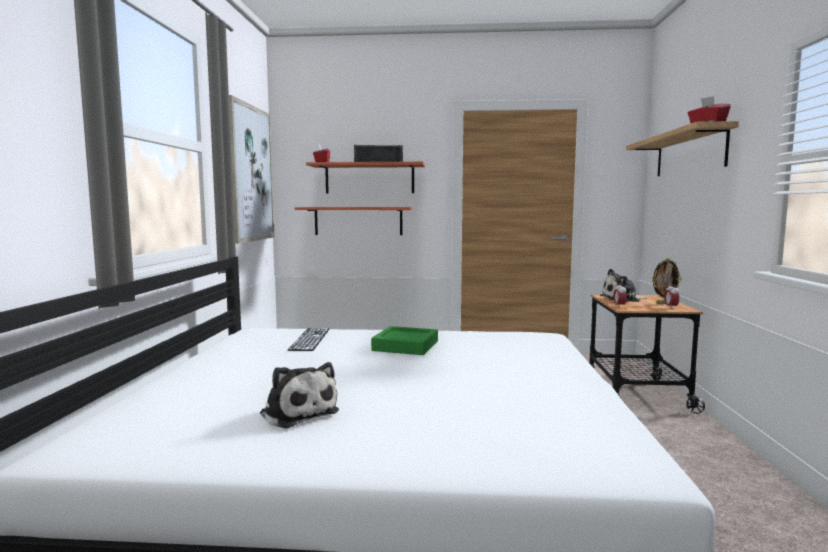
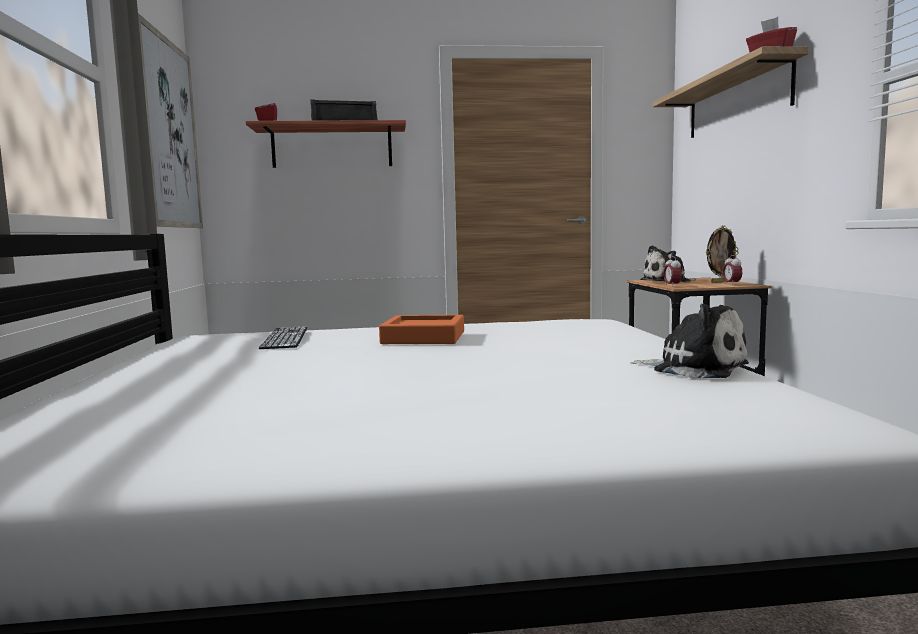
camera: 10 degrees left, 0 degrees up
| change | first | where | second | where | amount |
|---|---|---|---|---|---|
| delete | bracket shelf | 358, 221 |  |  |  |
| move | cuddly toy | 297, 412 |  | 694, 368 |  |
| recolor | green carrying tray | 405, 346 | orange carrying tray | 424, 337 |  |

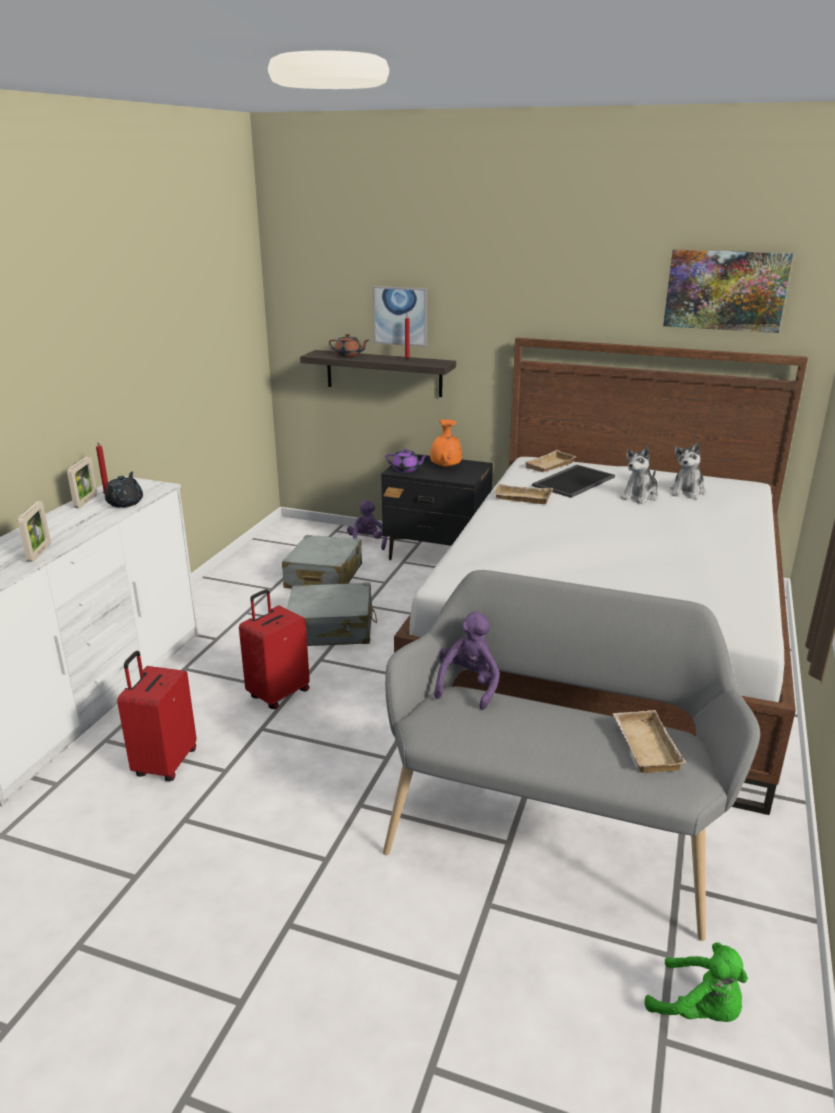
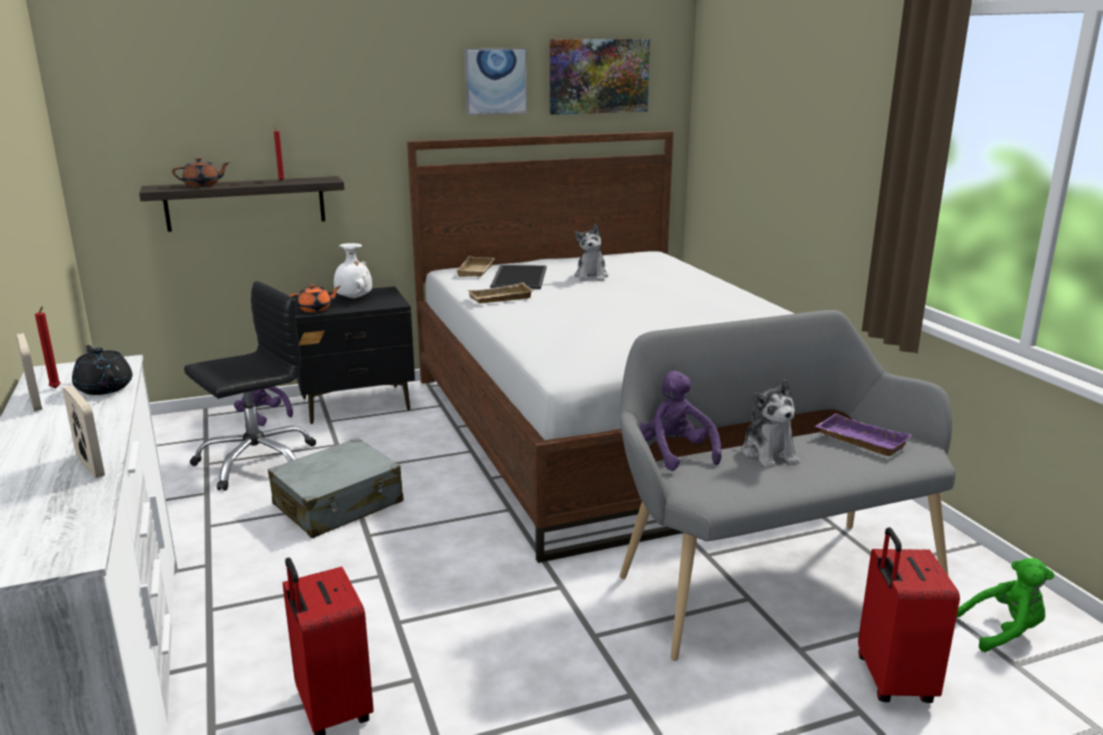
camera: 40 degrees left, 5 degrees down
| change | first | where | second | where | amount |
|---|---|---|---|---|---|
| move | red-coloured travel case | 278, 694 |  | 892, 681 |  |
| move | wall picture | 400, 316 |  | 495, 81 |  |
| move | cuddly toy | 687, 491 |  | 769, 454 |  |
| replace | grey travel case | 323, 577 | black-coloured desk chair | 257, 461 |  |
| recolor | purple tea pot | 406, 469 | orange tea pot | 315, 309 |  |
| recolor | orange vase | 445, 467 | white vase | 353, 298 |  |
| recolor | beige carrying tray | 643, 746 | purple carrying tray | 859, 441 |  |

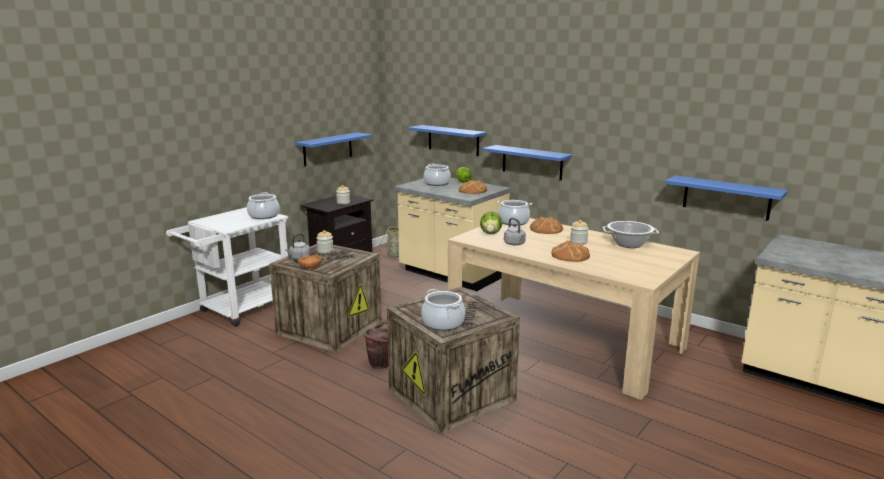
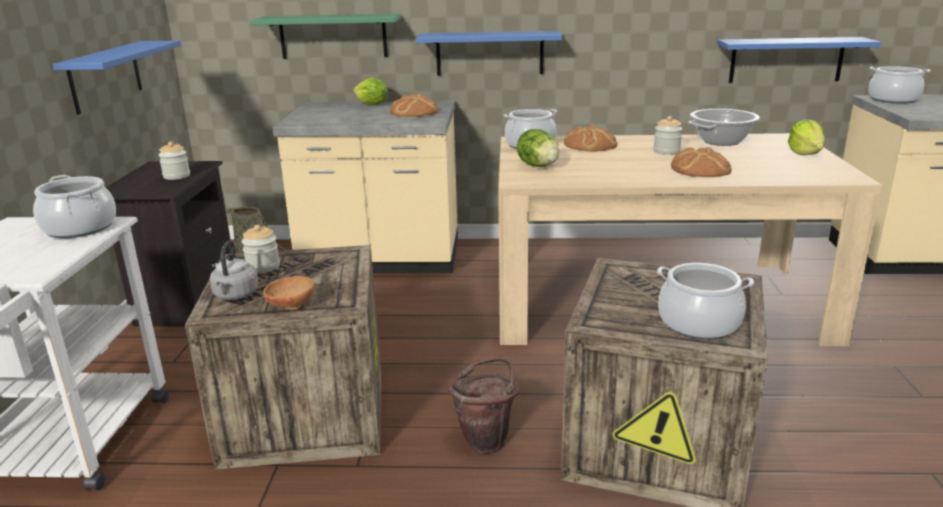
camera: 35 degrees left, 5 degrees up
| change | first | where | second | where | amount |
|---|---|---|---|---|---|
| delete | grey kettle | 515, 244 |  |  |  |
| insert |  |  | lettuce | 805, 154 |  |
| move | cooking pot | 437, 183 |  | 893, 100 |  |
| recolor | blue bracket shelf | 453, 140 | green bracket shelf | 333, 36 |  |

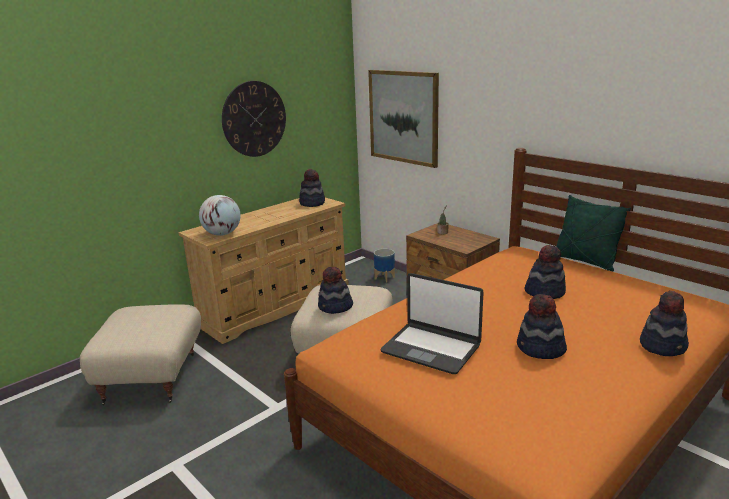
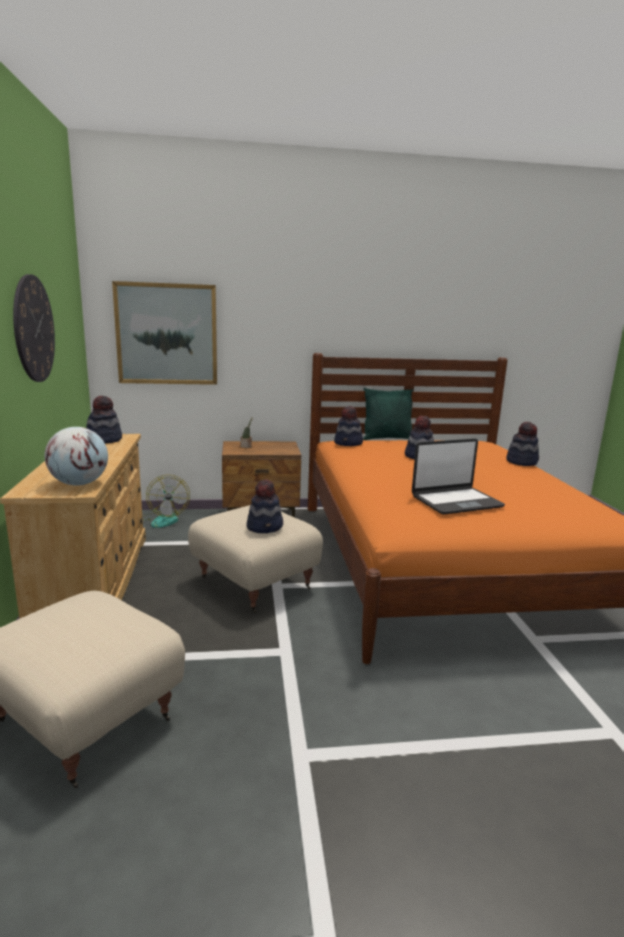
camera: 55 degrees left, 5 degrees down
| change | first | where | second | where | amount |
|---|---|---|---|---|---|
| move | hat | 540, 349 |  | 348, 443 |  |
| replace | planter | 384, 278 | fan | 164, 519 |  |

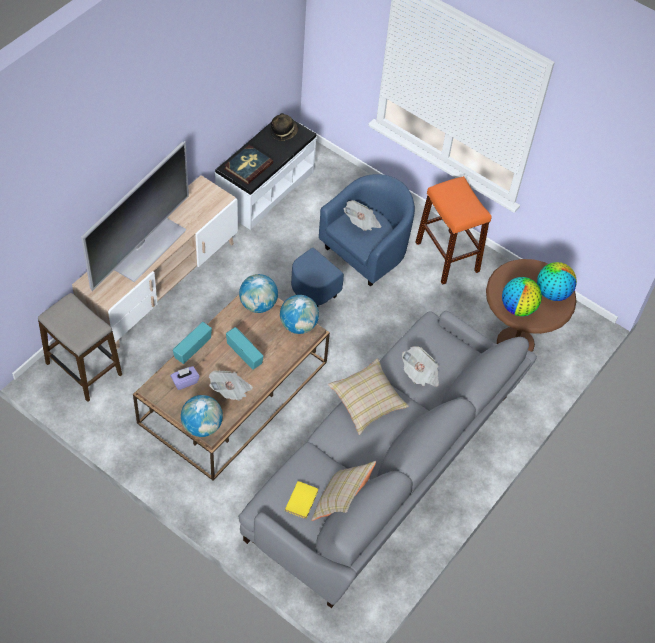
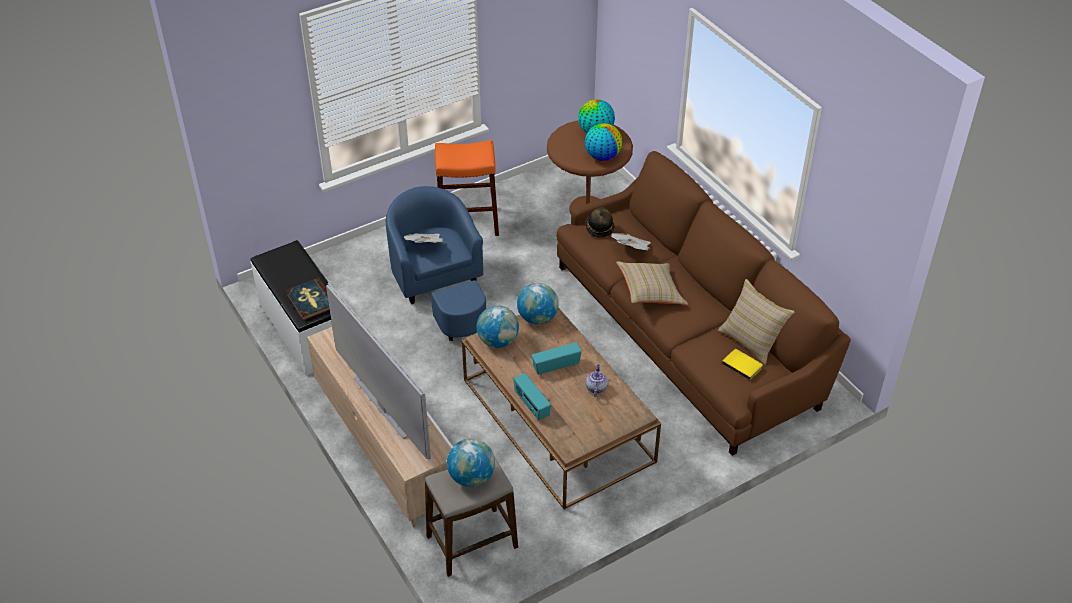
camera: 65 degrees left, 10 degrees down
| change | first | where | second | where | amount |
|---|---|---|---|---|---|
| delete | purple tissue holder | 185, 381 |  |  |  |
| move | world globe | 202, 426 |  | 471, 477 |  |
| move | hat | 283, 132 |  | 599, 228 |  |
| replace | newspaper | 231, 391 | tea pot | 596, 388 |  |
| recolor | grey sofa | 384, 469 | brown-coloured sofa | 687, 333 |  |

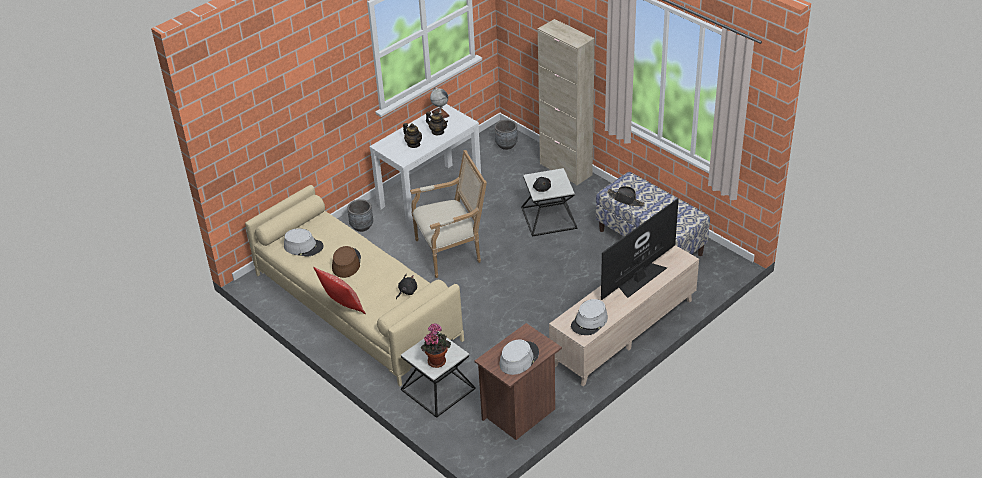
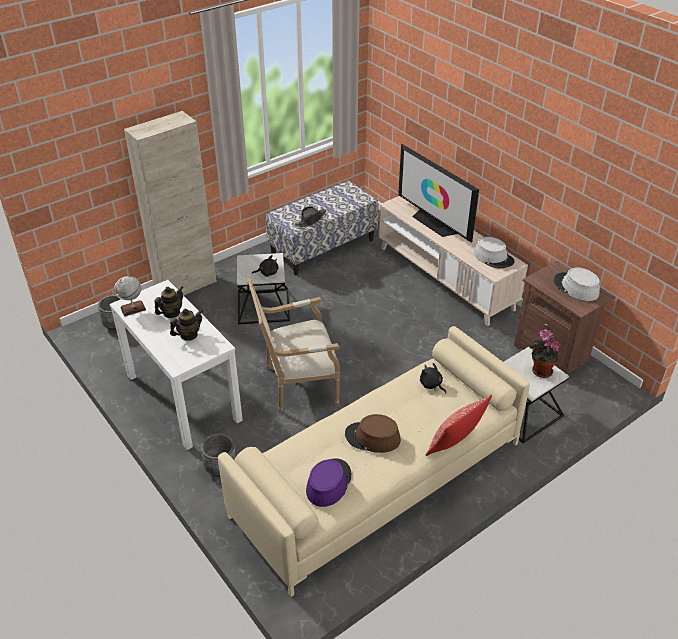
camera: 85 degrees left, 0 degrees up
| change | first | where | second | where | amount |
|---|---|---|---|---|---|
| recolor | grey hat | 303, 246 | purple hat | 328, 483 |  |
| rotate | armchair | 452, 251 |  | 297, 385 | 90 degrees counterclockwise |

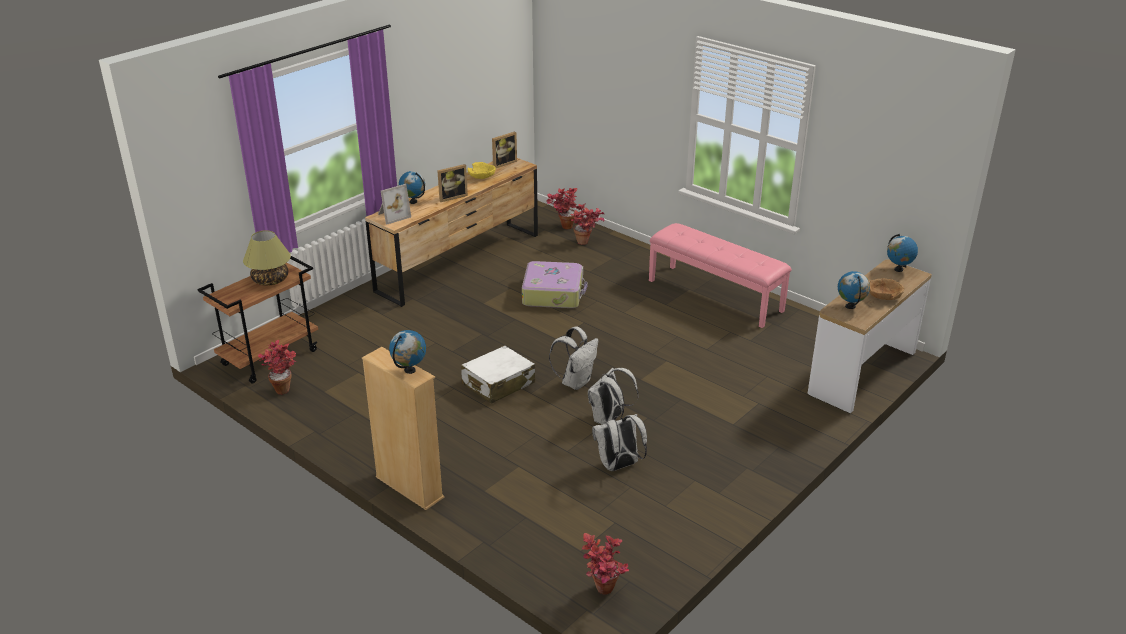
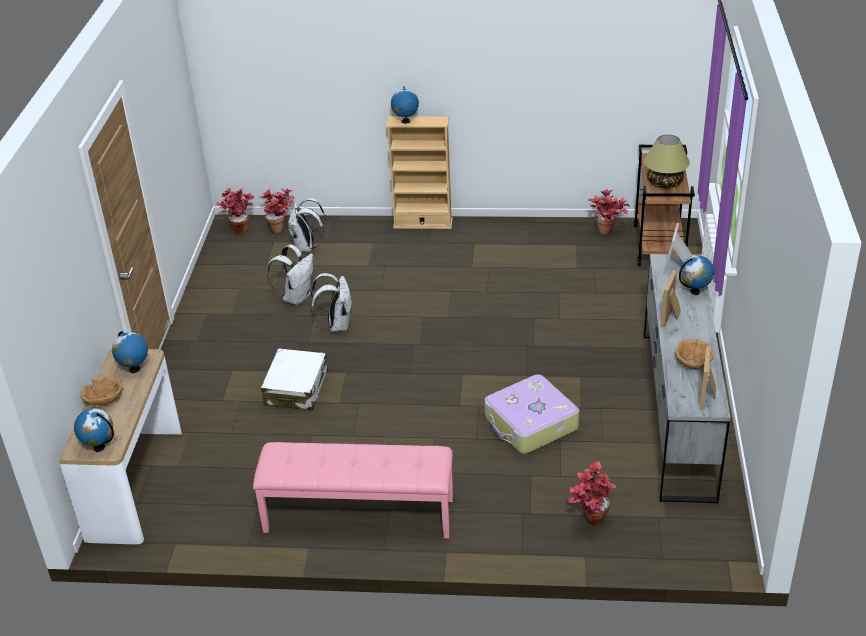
camera: 145 degrees right, 5 degrees up
| change | first | where | second | where | amount |
|---|---|---|---|---|---|
| move | white travel case | 498, 384 |  | 296, 388 |  |
| move | plant in a pot | 562, 226 |  | 281, 229 |  |
| move | white rucksack | 576, 382 |  | 306, 247 |  |
| recolor | brown-coloured dresser | 459, 262 | grey dresser | 677, 412 |  |
| recolor | yellowish serving bowl | 482, 176 | brown-coloured serving bowl | 693, 361 |  |

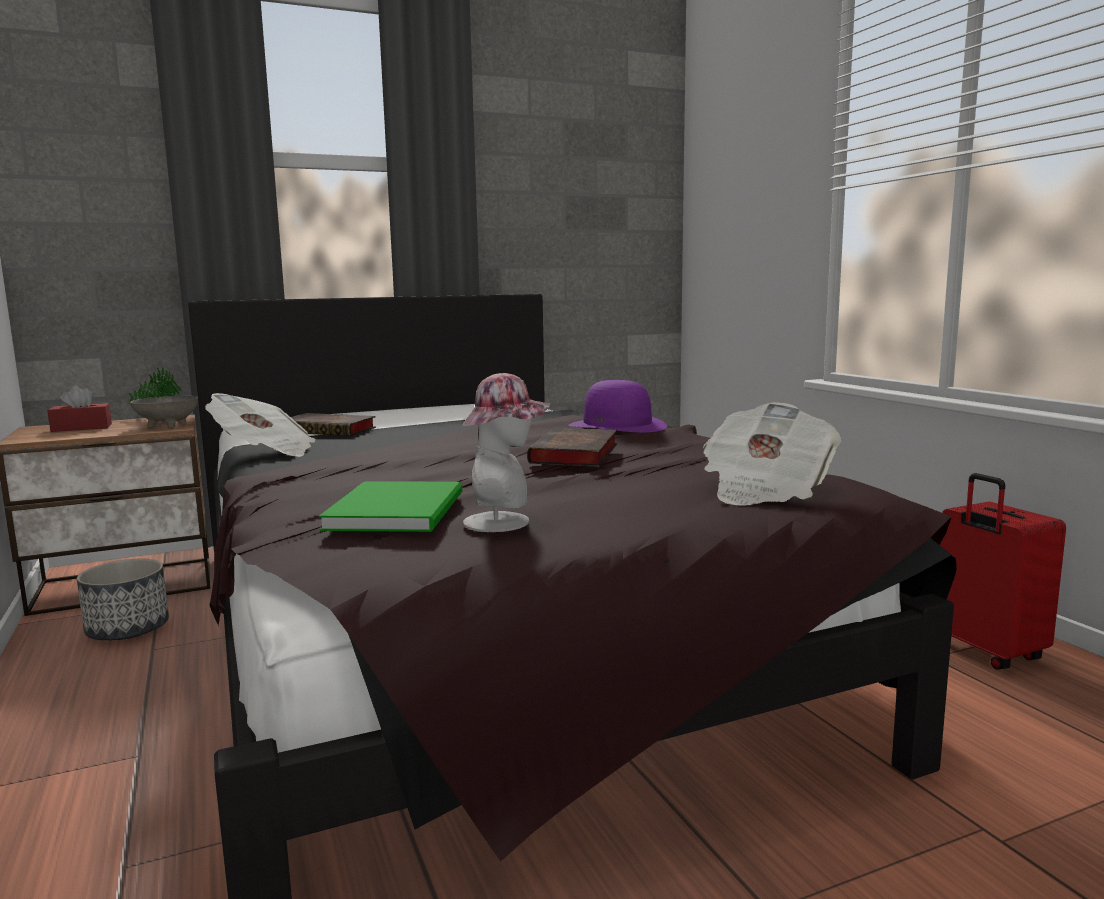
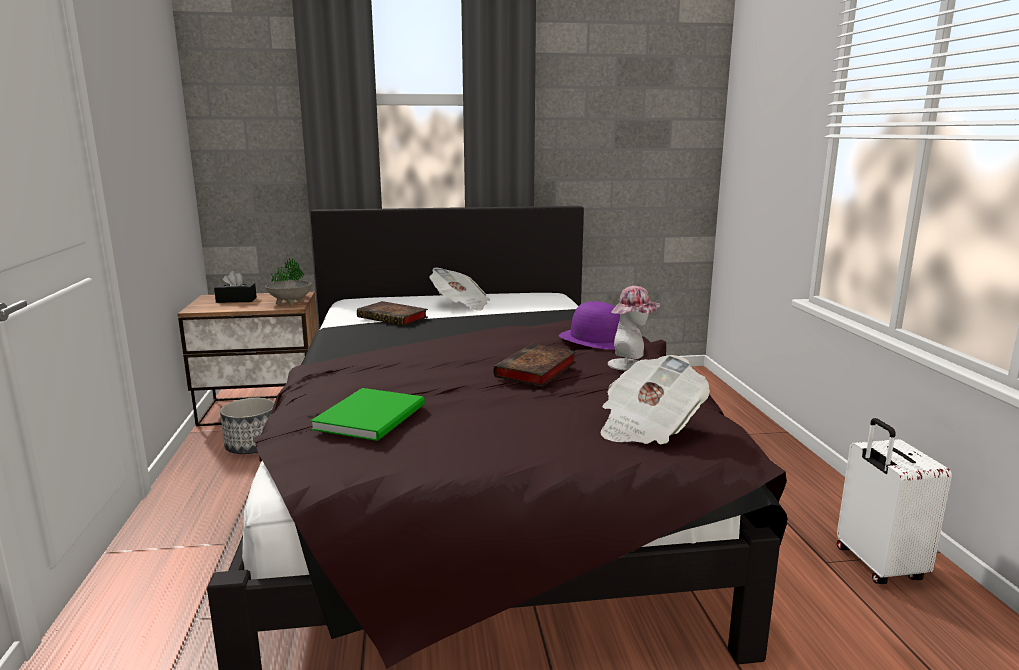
camera: 15 degrees right, 5 degrees up
| change | first | where | second | where | amount |
|---|---|---|---|---|---|
| move | newspaper | 265, 452 |  | 460, 305 |  |
| move | hat | 506, 522 |  | 631, 365 |  |
| recolor | red-coloured tissue holder | 81, 428 | black-coloured tissue holder | 236, 300 |  |
| recolor | red-coloured travel case | 985, 652 | white travel case | 877, 565 |  |

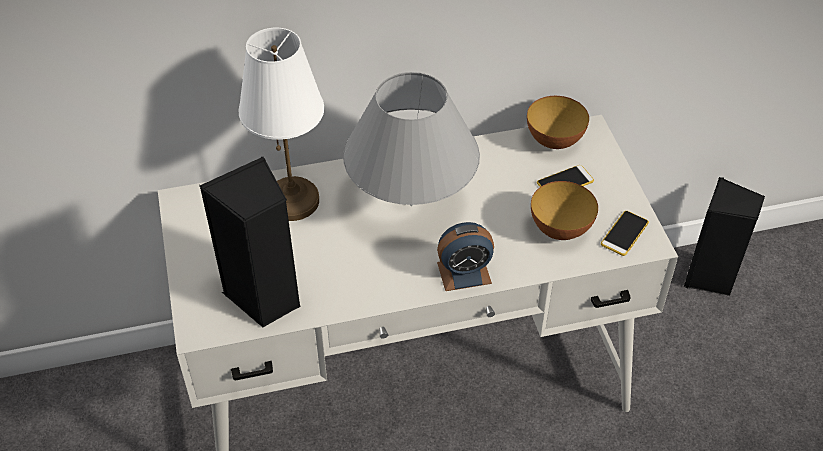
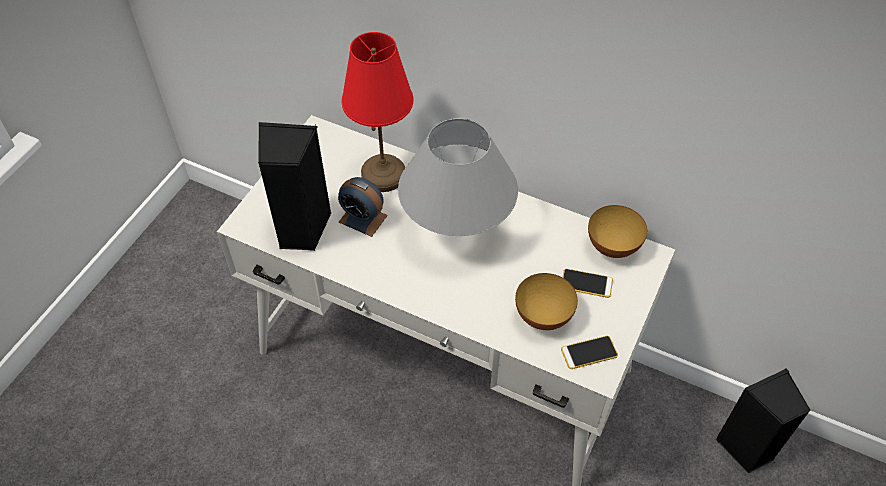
camera: 40 degrees right, 5 degrees up
| change | first | where | second | where | amount |
|---|---|---|---|---|---|
| move | bedside clock | 464, 273 |  | 363, 218 |  |
| recolor | white lamp for a table | 293, 200 | red-coloured lamp for a table | 384, 174 |  |

